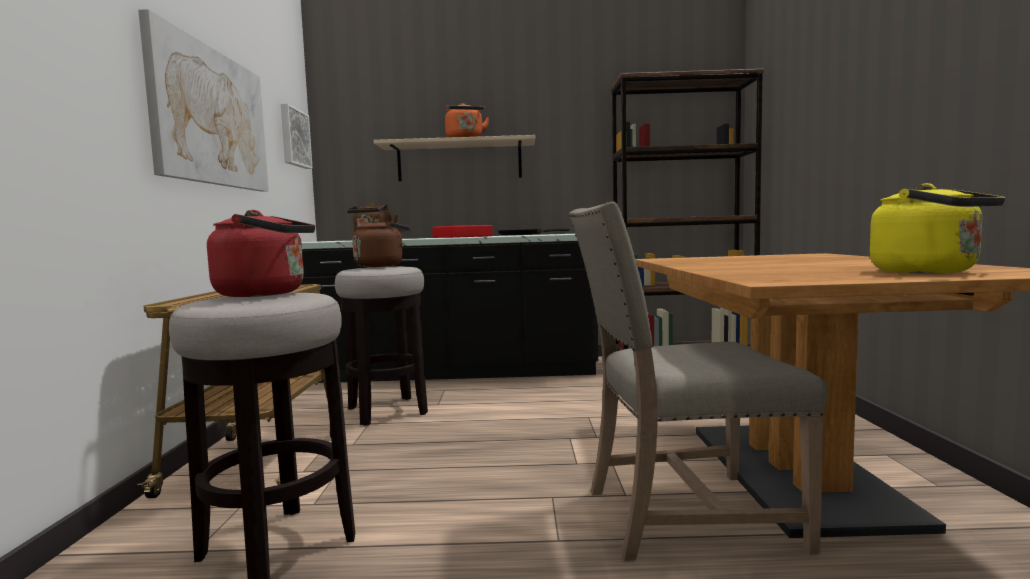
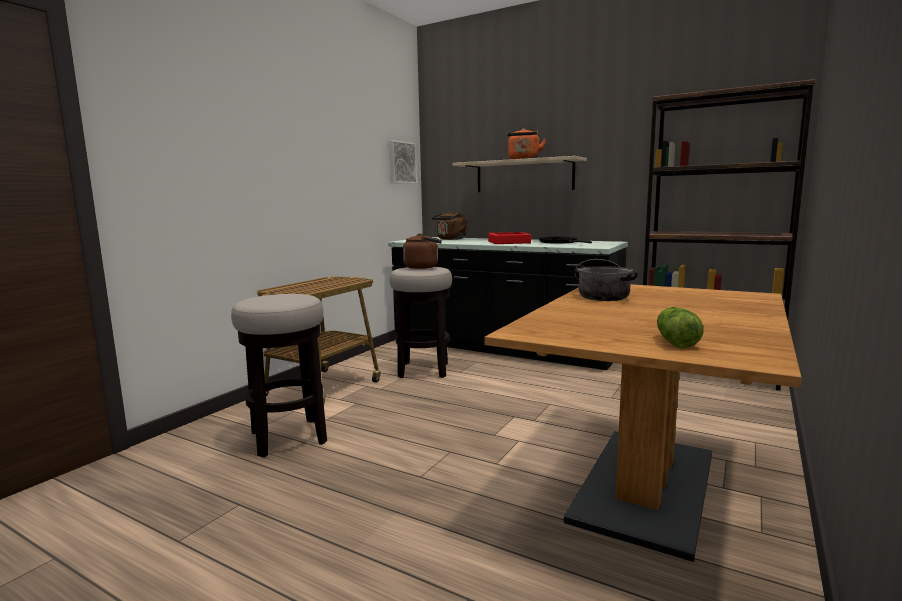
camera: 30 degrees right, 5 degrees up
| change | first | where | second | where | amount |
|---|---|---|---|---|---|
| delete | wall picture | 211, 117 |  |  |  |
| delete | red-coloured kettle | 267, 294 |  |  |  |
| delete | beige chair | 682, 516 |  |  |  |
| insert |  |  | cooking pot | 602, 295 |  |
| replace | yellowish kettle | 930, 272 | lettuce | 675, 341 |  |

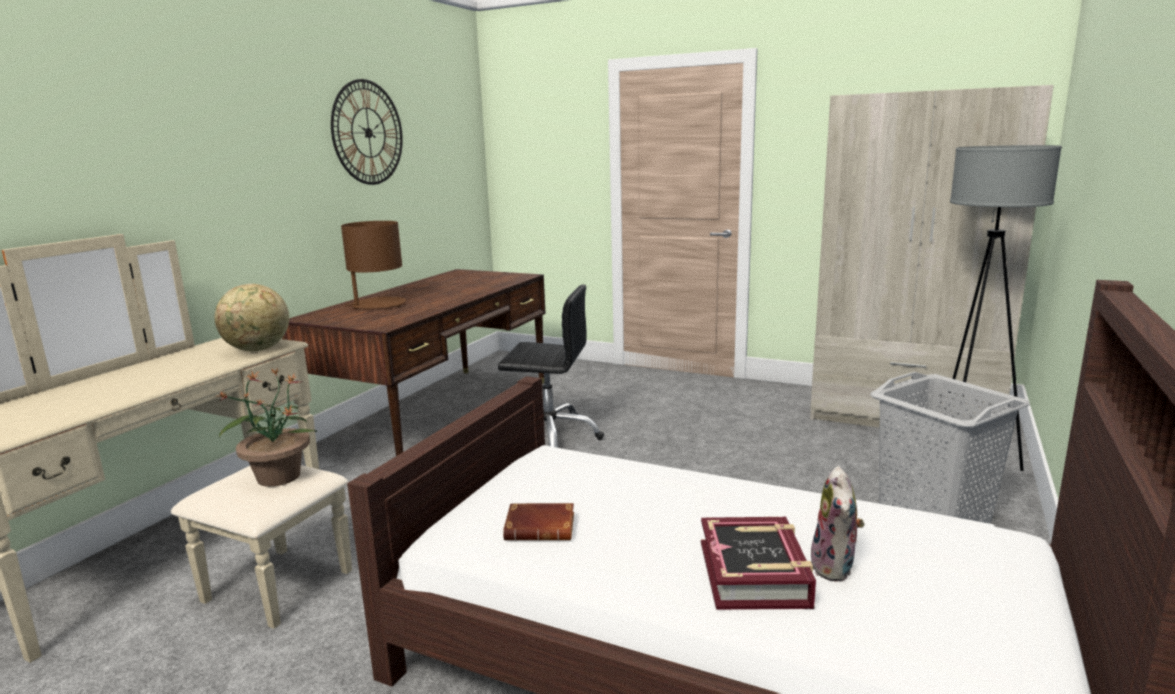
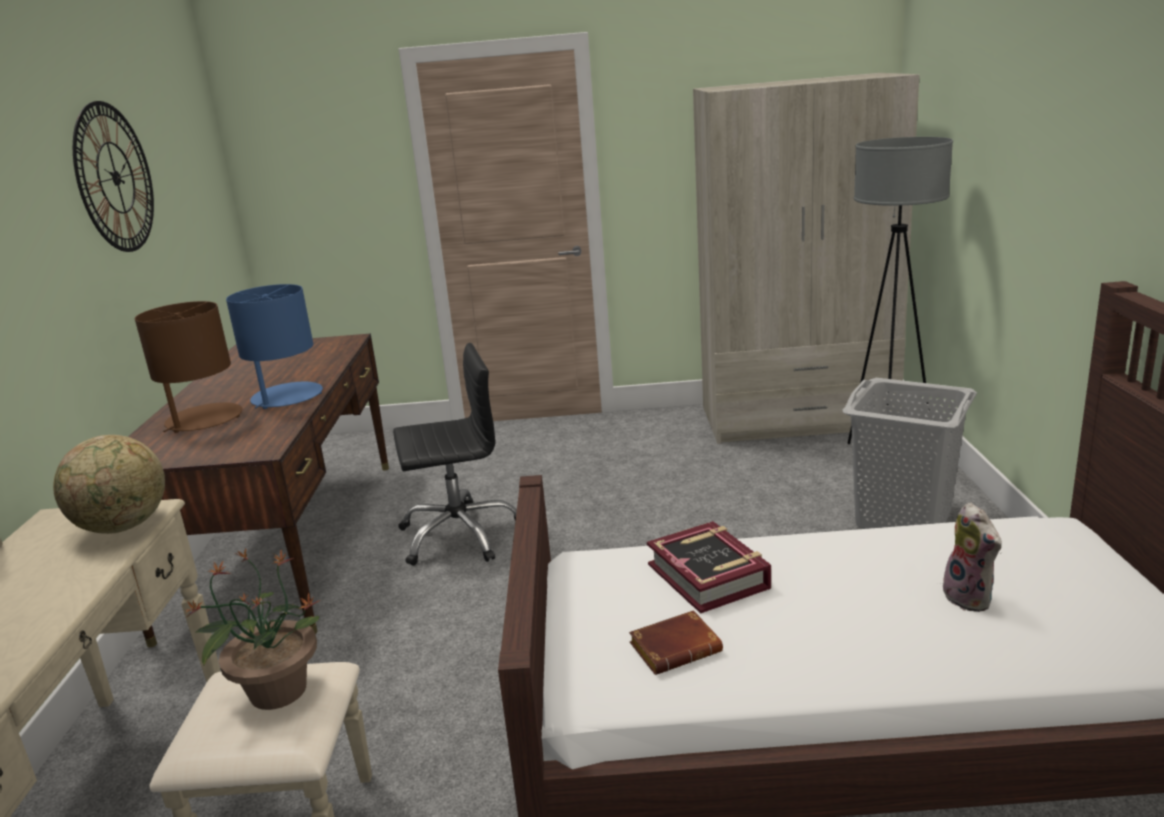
camera: 25 degrees left, 5 degrees up
| change | first | where | second | where | amount |
|---|---|---|---|---|---|
| insert |  |  | blue lamp for a table | 286, 397 |  |
| move | book | 754, 573 |  | 708, 576 |  |

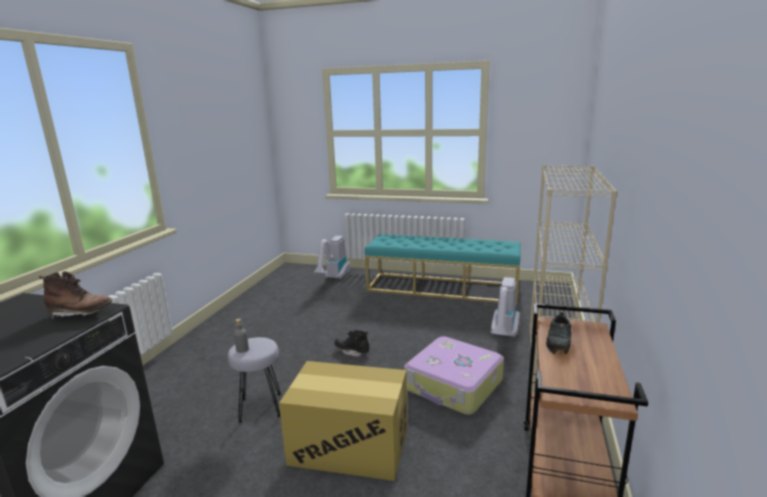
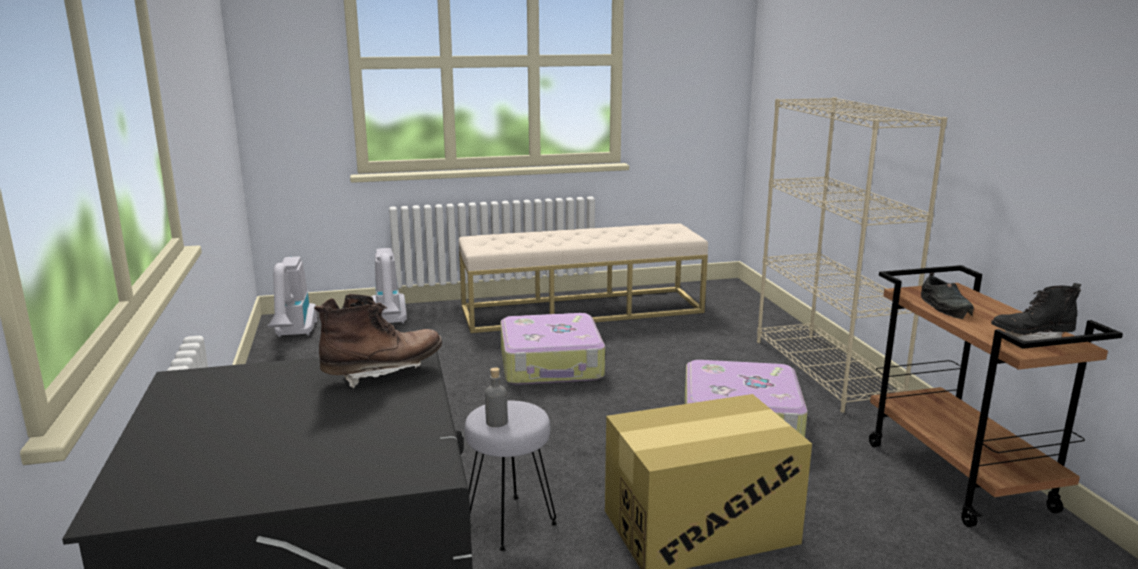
camera: 30 degrees left, 0 degrees up
| change | first | where | second | where | amount |
|---|---|---|---|---|---|
| insert |  |  | travel case | 552, 364 |  |
| move | black-coloured high-top boot | 352, 351 |  | 1031, 338 |  |
| move | vacuum cleaner | 503, 336 |  | 294, 336 |  |
| recolor | blue-green bench | 442, 288 | beige bench | 582, 310 |  |

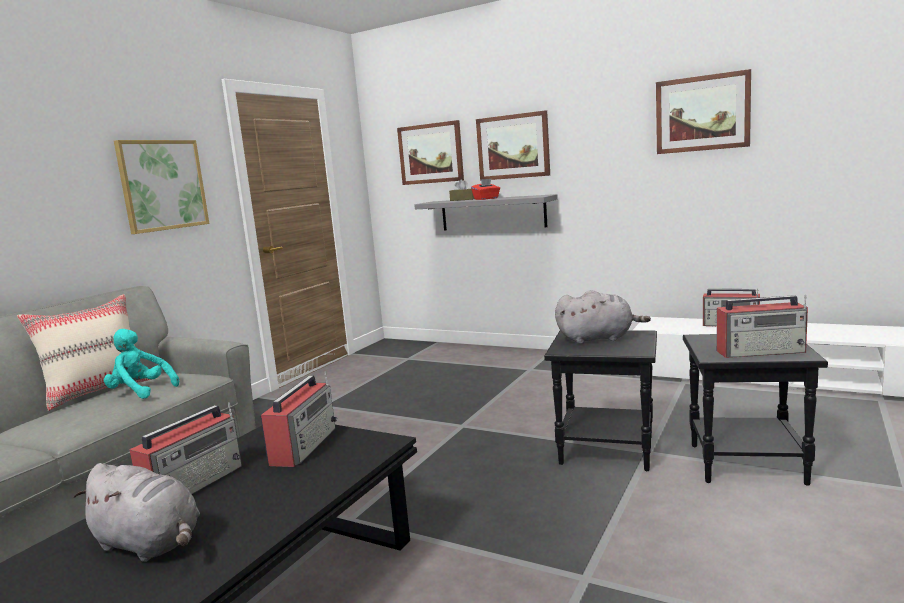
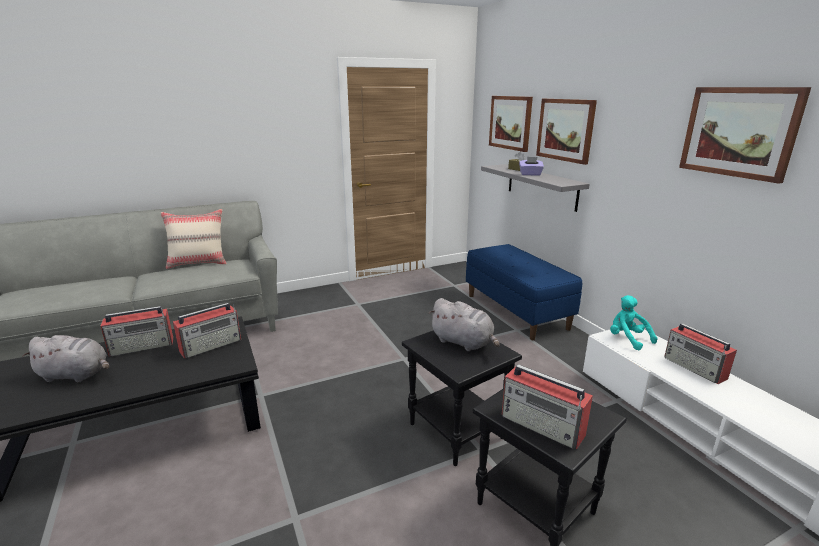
camera: 35 degrees right, 10 degrees up
| change | first | where | second | where | amount |
|---|---|---|---|---|---|
| delete | wall picture | 162, 185 |  |  |  |
| insert |  |  | blue bench | 516, 311 |  |
| move | blue-green cuddly toy | 140, 392 |  | 627, 339 |  |
| recolor | red-coloured tissue holder | 486, 199 | purple tissue holder | 530, 174 |  |
| rotate | grey cuddly toy | 150, 544 |  | 76, 375 | 60 degrees counterclockwise |

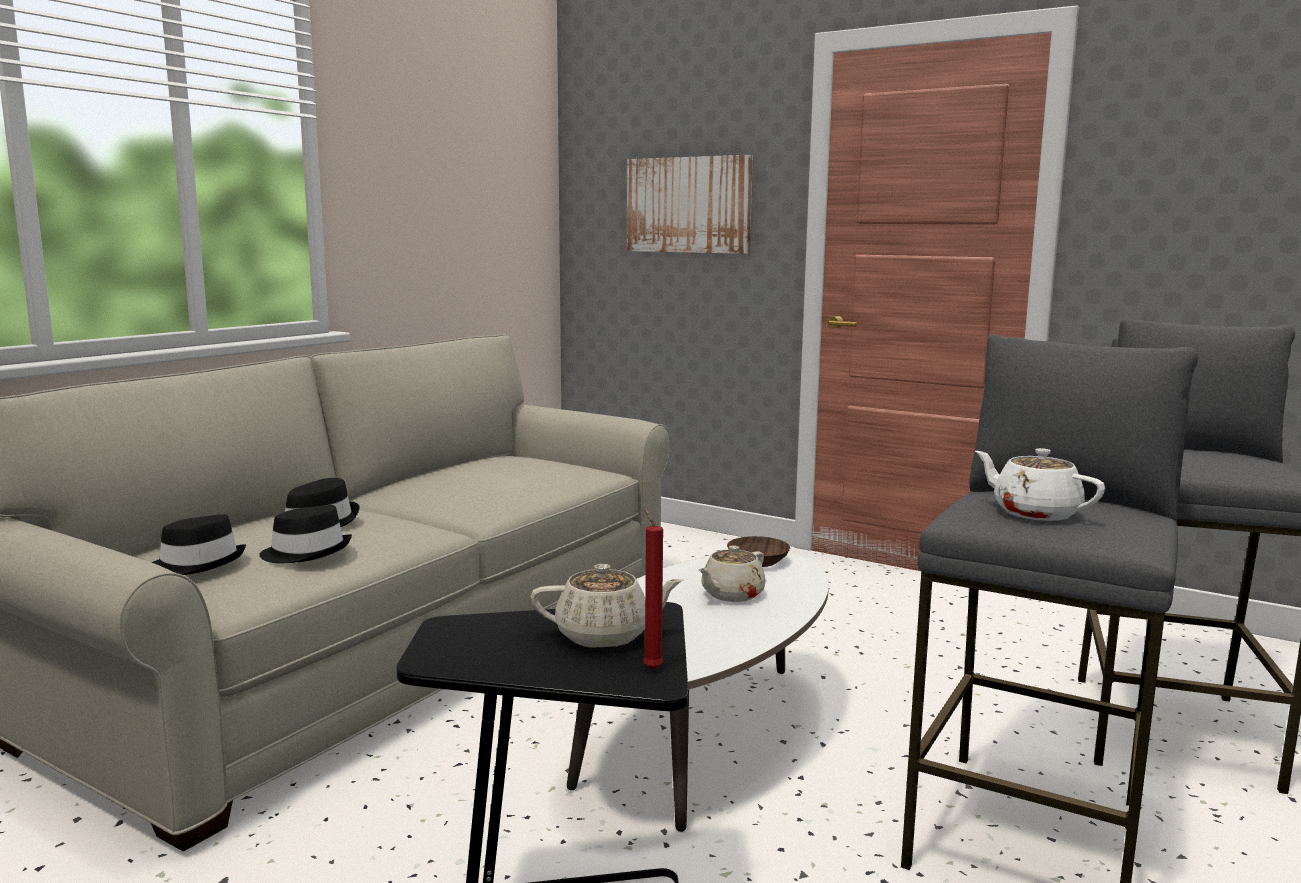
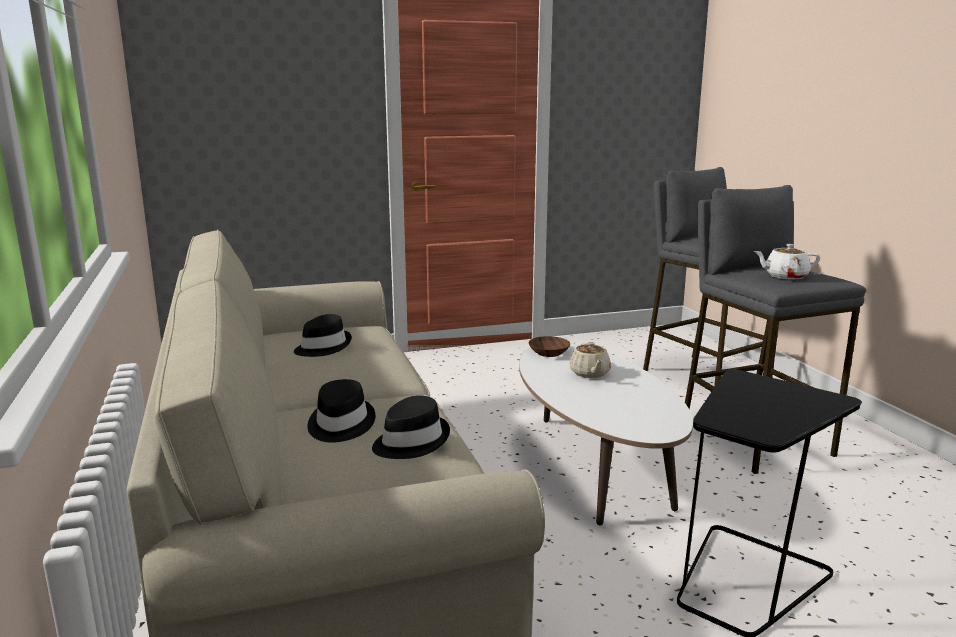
camera: 50 degrees left, 5 degrees up
| change | first | where | second | where | amount |
|---|---|---|---|---|---|
| delete | beige tea pot | 605, 636 |  |  |  |
| delete | wall picture | 689, 205 |  |  |  |
| delete | red-coloured wax light | 651, 668 |  |  |  |
| move | black-coloured hat | 198, 564 |  | 322, 347 |  |

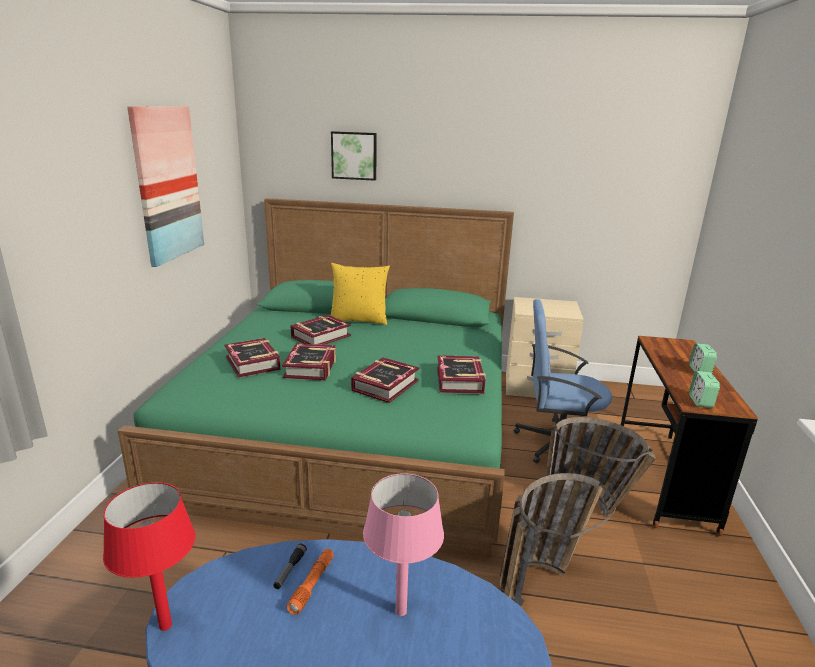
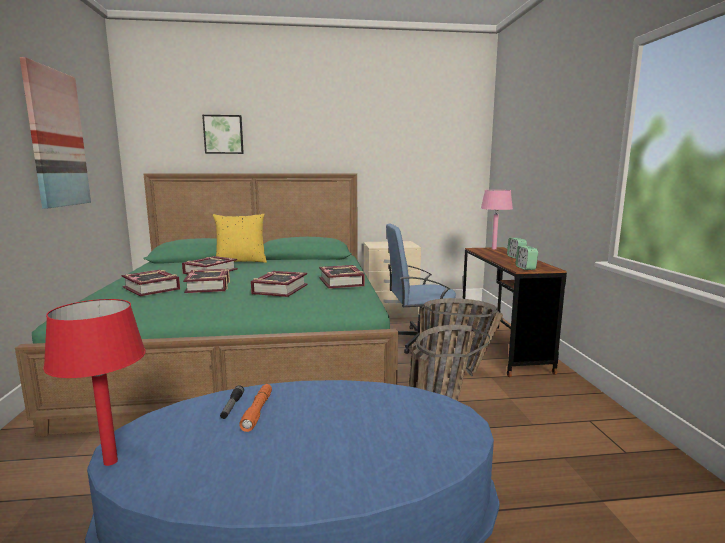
camera: 15 degrees left, 10 degrees down
| change | first | where | second | where | amount |
|---|---|---|---|---|---|
| move | pink-coloured lamp for a table | 401, 611 |  | 494, 249 |  |

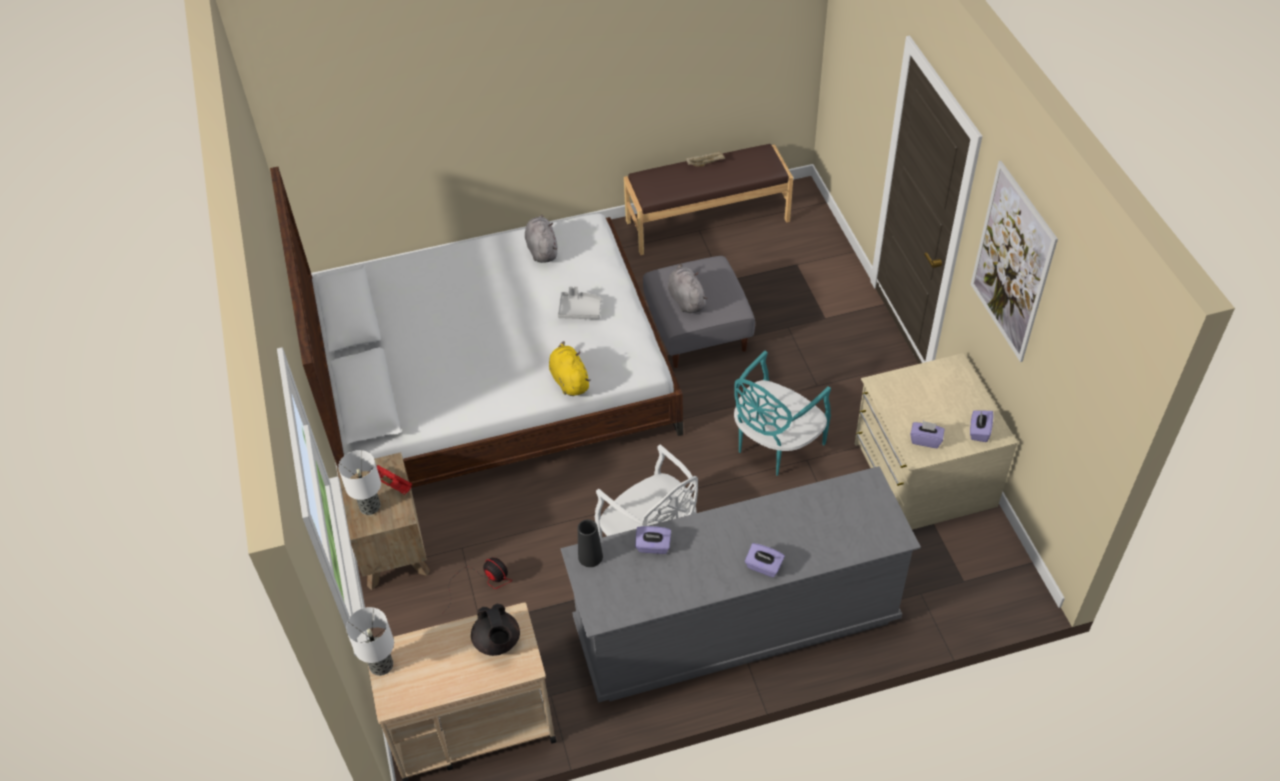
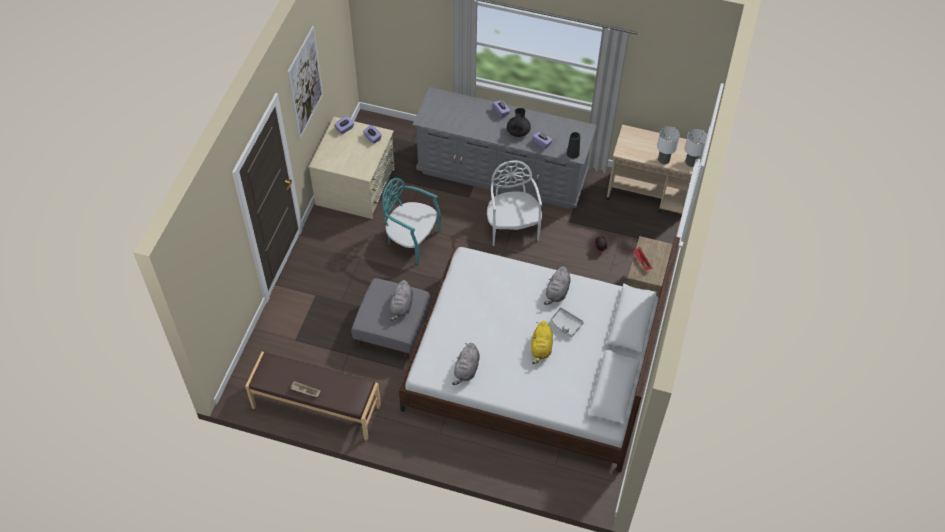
camera: 150 degrees left, 5 degrees up
| change | first | where | second | where | amount |
|---|---|---|---|---|---|
| insert |  |  | grey cuddly toy | 557, 292 |  |
| move | lamp for a table | 369, 507 |  | 664, 160 |  |
| move | black-coloured tea pot | 497, 642 |  | 518, 131 |  |
| move | yellowish cuddly toy | 569, 380 |  | 541, 348 |  |
| move | grey carrying tray | 580, 310 |  | 565, 324 |  |
| rotate | blue-green chair | 775, 445 |  | 411, 240 | 135 degrees counterclockwise |

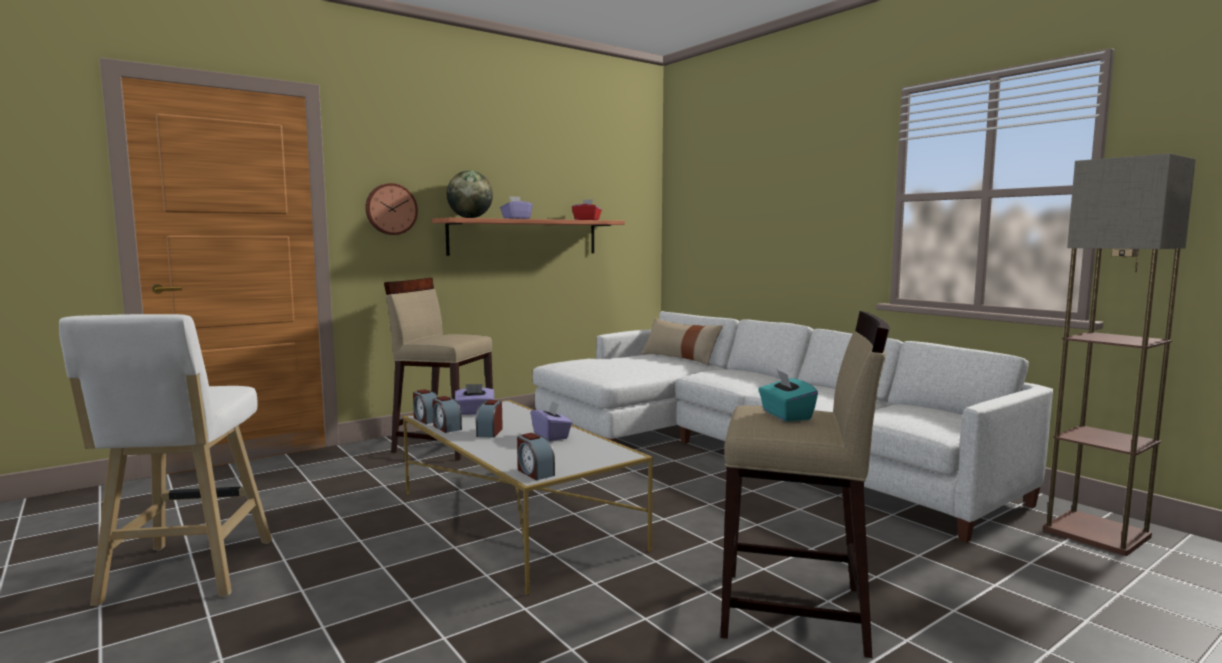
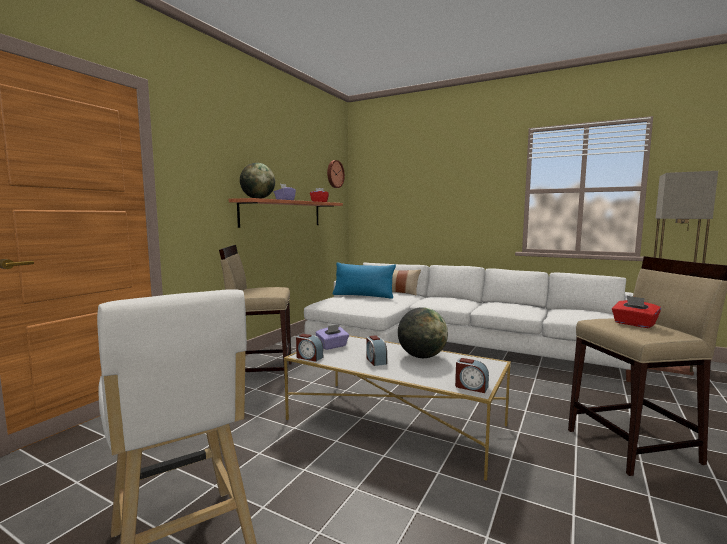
camera: 25 degrees left, 0 degrees up
| change | first | where | second | where | amount |
|---|---|---|---|---|---|
| delete | bedside clock | 446, 427 |  |  |  |
| insert |  |  | blue cushion | 363, 296 |  |
| move | clock on the wall | 391, 209 |  | 334, 174 |  |
| replace | purple tissue holder | 551, 436 | world globe | 421, 356 |  |
| recolor | blue-green tissue holder | 785, 415 | red-coloured tissue holder | 634, 324 |  |

